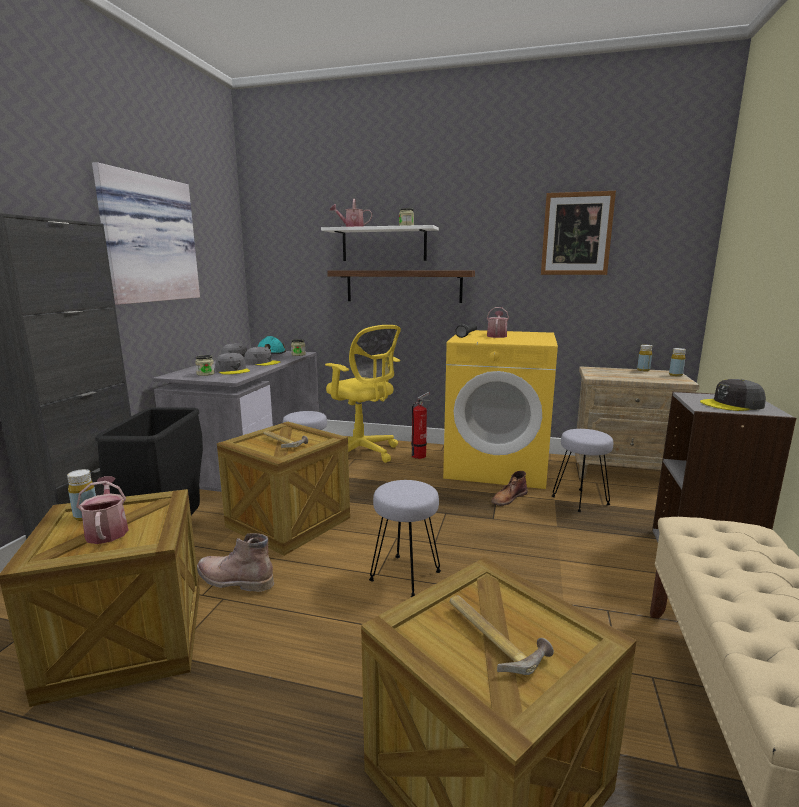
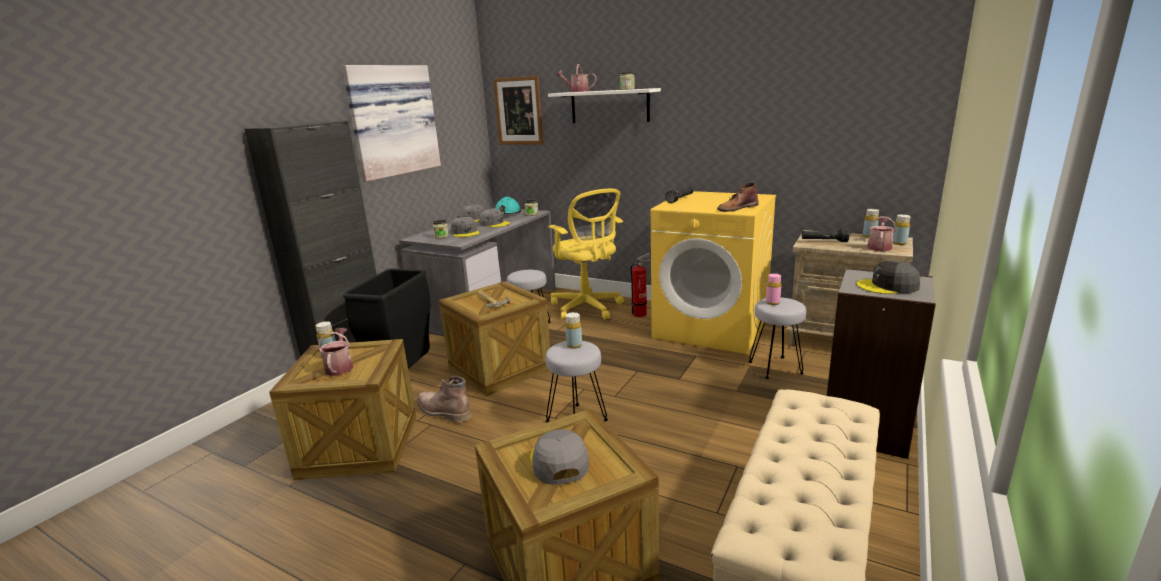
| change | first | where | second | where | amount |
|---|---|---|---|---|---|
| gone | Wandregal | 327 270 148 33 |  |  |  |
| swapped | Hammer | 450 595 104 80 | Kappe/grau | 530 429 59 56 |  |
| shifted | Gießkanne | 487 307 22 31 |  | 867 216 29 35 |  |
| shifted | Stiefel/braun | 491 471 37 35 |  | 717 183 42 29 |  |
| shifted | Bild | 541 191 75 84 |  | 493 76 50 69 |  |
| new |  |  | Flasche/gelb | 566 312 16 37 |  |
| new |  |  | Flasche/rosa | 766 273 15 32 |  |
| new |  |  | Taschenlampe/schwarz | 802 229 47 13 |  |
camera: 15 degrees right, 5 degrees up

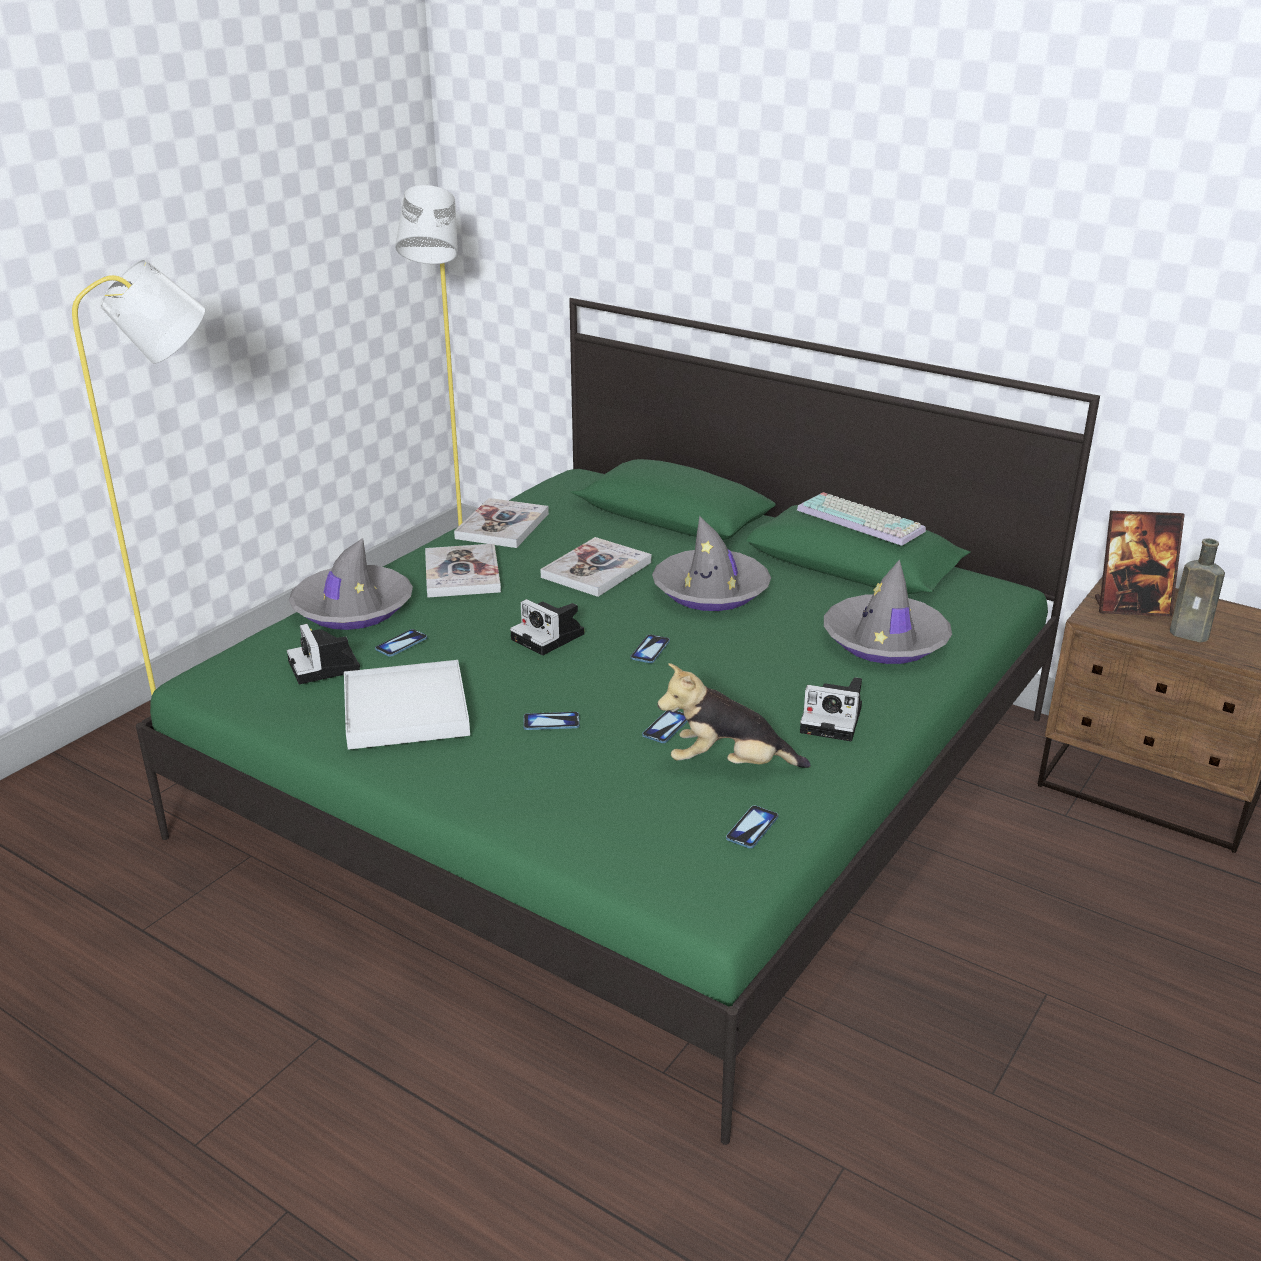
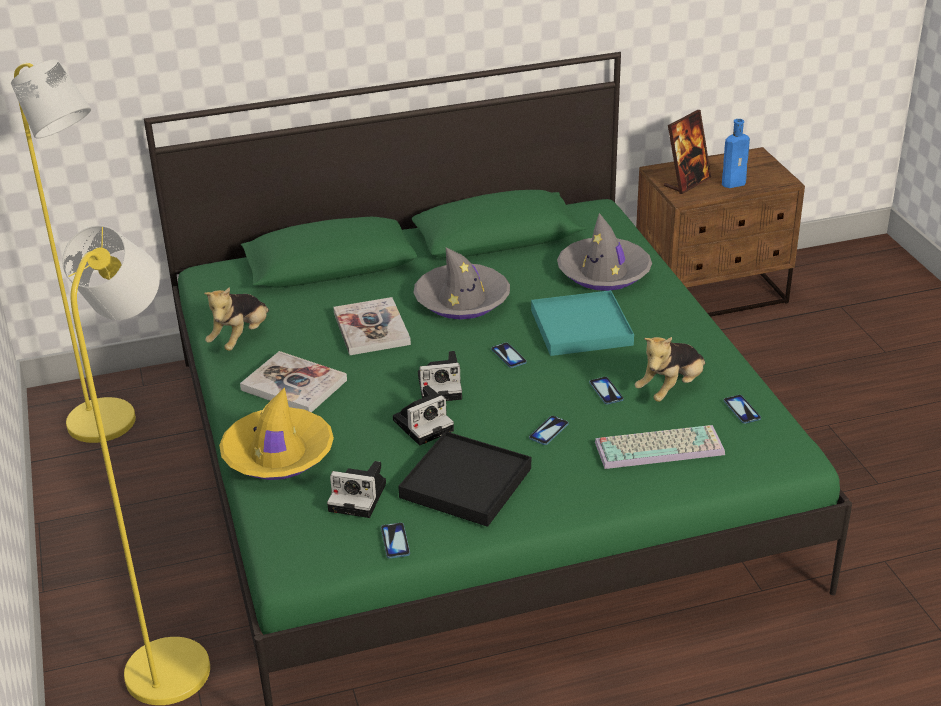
| change | first | where | second | where | amount |
|---|---|---|---|---|---|
| repainted | Hut/grau | 289 538 124 92 | Hut/gelb | 219 387 115 93 |  |
| repainted | Tablett/weiß | 344 660 126 90 | Tablett/schwarz | 398 431 133 96 |  |
| shifted | Handy | 375 629 52 28 |  | 381 522 29 37 |  |
| swapped | Buch | 454 498 95 50 | Plüschtier | 204 288 65 63 |  |
| shifted | Tastatur | 797 492 129 54 |  | 595 425 130 44 |  |
| shifted | Kamera | 800 677 62 64 |  | 393 385 61 60 |  |
| repainted | Flasche/braun | 1170 538 55 104 | Flasche/blau | 722 119 28 69 |  |
| new |  |  | Tablett/türkis | 531 290 103 66 |  |
camera: 50 degrees left, 5 degrees up

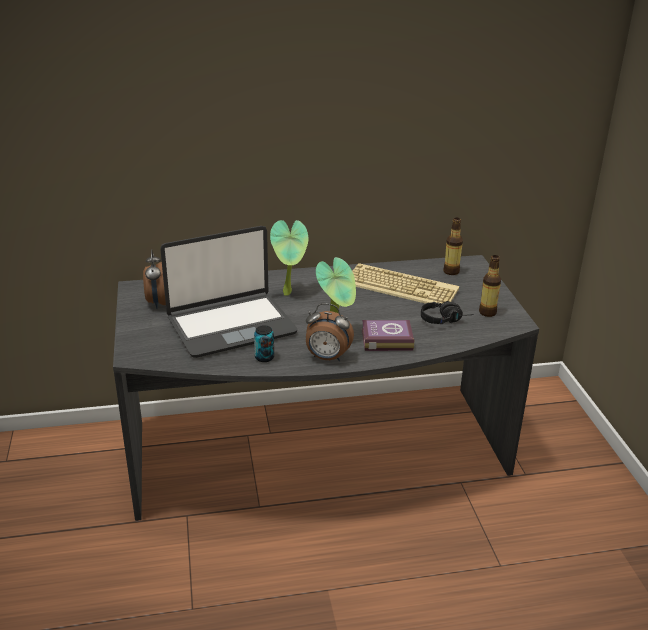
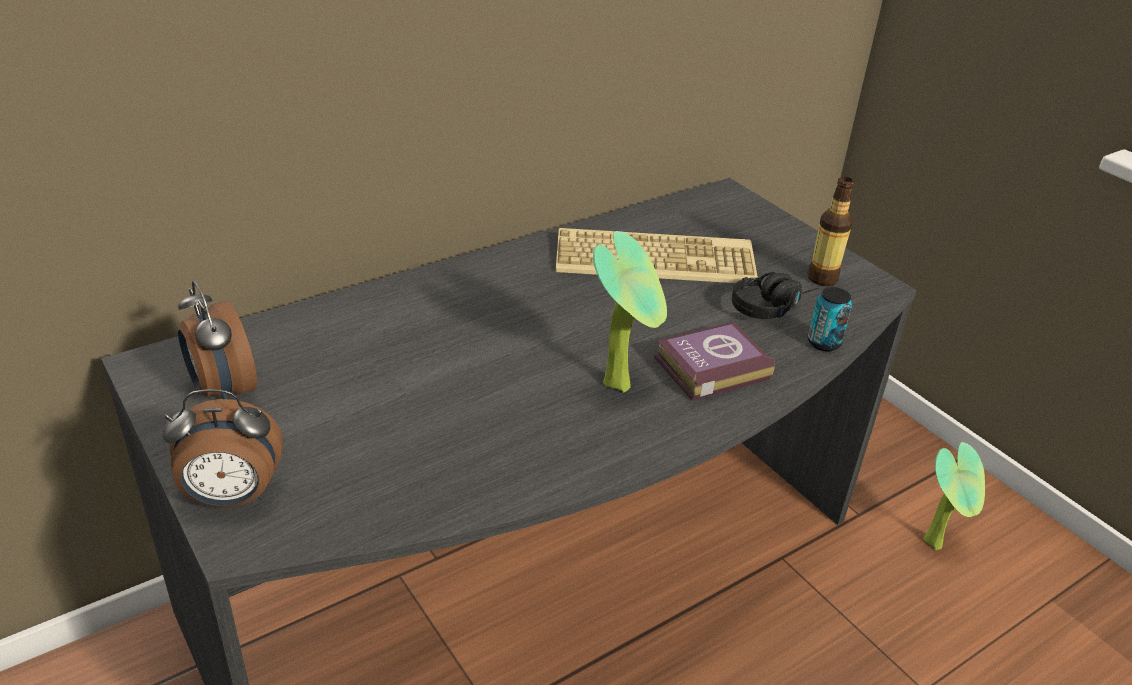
| change | first | where | second | where | amount |
|---|---|---|---|---|---|
| gone | Laptop | 160 226 137 132 |  |  |  |
| shifted | Dose | 254 325 20 37 |  | 808 287 44 64 |  |
| shifted | Topfpflanze | 270 220 38 76 |  | 923 442 62 108 |  |
| shifted | Wecker | 306 303 48 58 |  | 162 389 121 119 |  |
| gone | Flasche | 443 218 20 57 |  |  |  |
camera: 25 degrees left, 5 degrees up

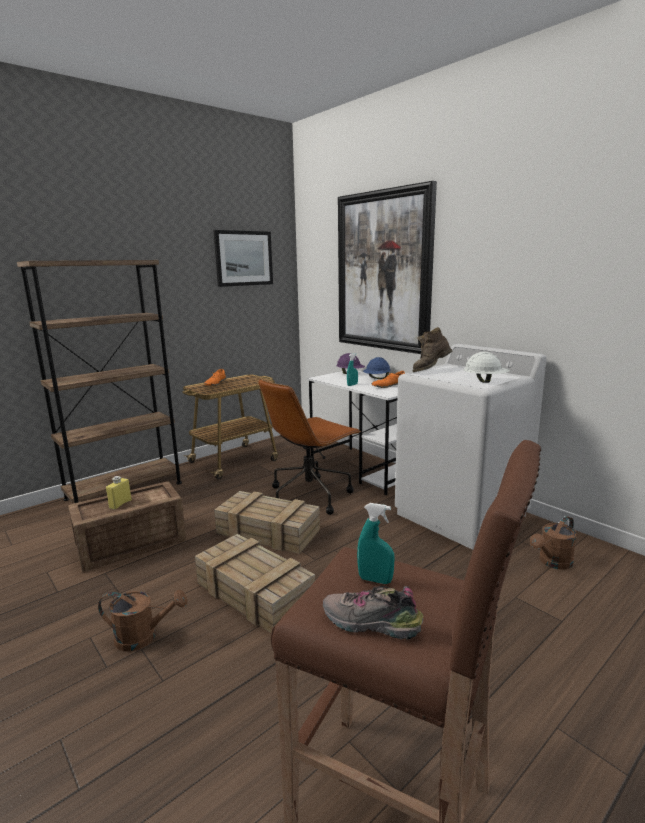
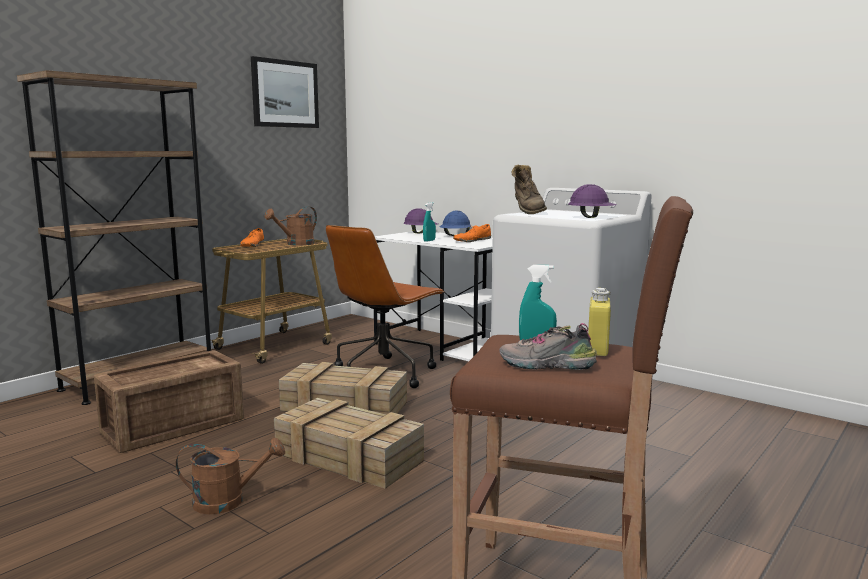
| change | first | where | second | where | amount |
|---|---|---|---|---|---|
| shifted | Flasche/gelb | 106 476 26 34 |  | 588 288 23 68 |  |
| gone | Bild | 338 181 99 173 |  |  |  |
| rotated | Stiefel/braun | 412 327 40 45 |  | 512 164 35 50 | 60 degrees counterclockwise |
| repainted | Schutzhelm/weiß | 463 352 47 31 | Schutzhelm/lila | 568 184 49 34 |  |
| shifted | Gießkanne/braun | 530 516 47 54 |  | 264 206 53 39 |  |
camera: 10 degrees left, 5 degrees down

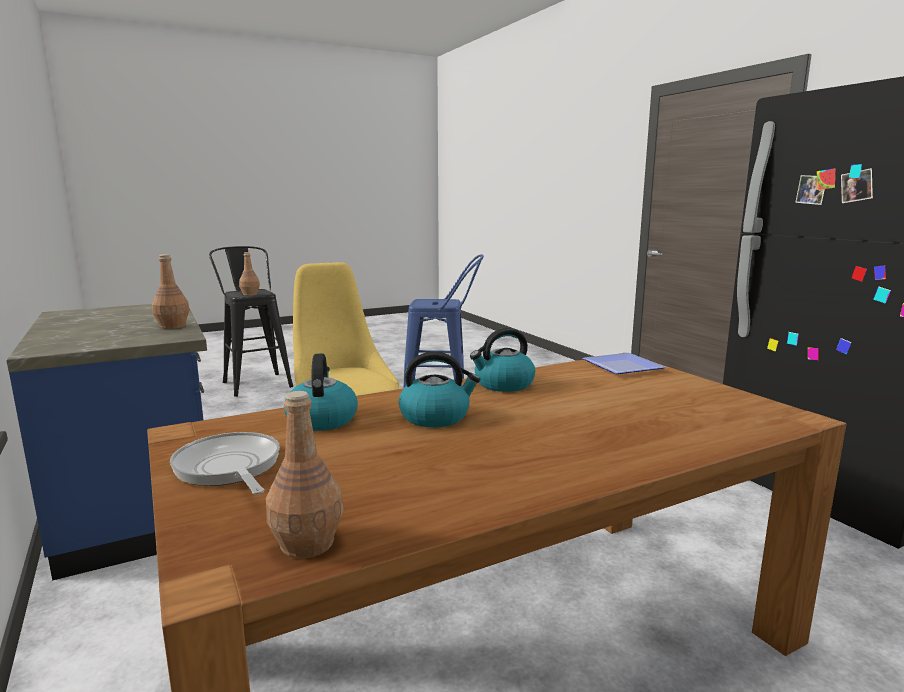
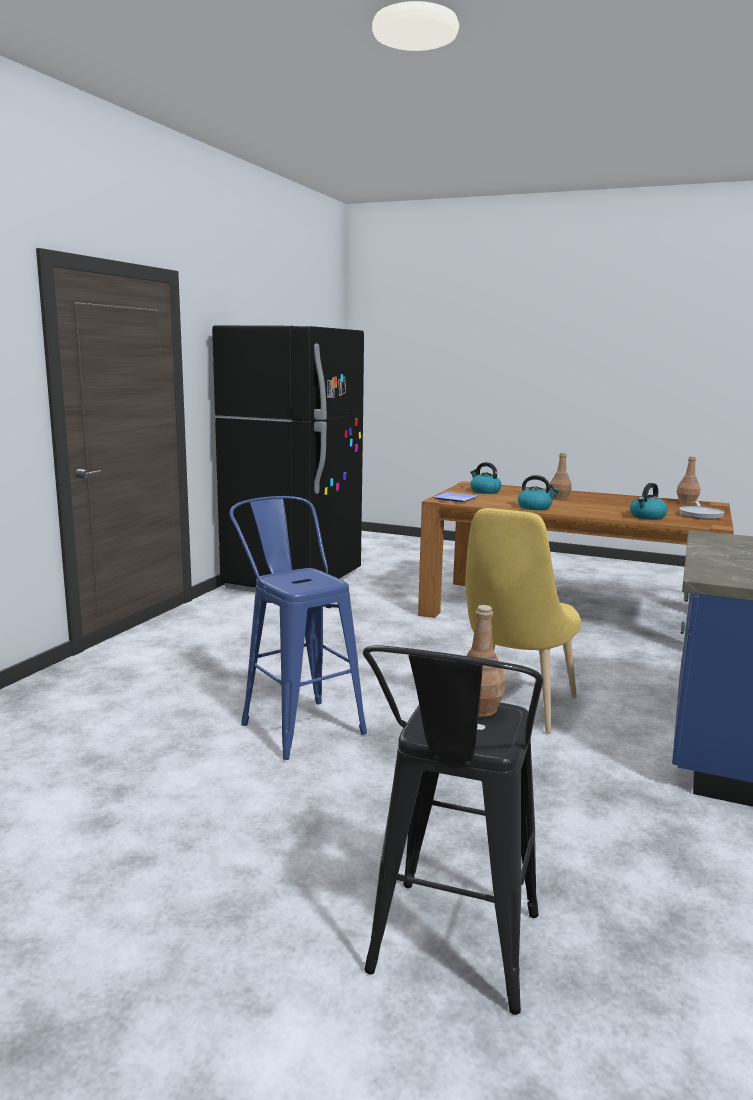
| change | first | where | second | where | amount |
|---|---|---|---|---|---|
| shifted | Flasche/braun | 152 254 37 75 |  | 550 452 22 48 |  |
| shifted | Wasserkessel | 399 352 81 75 |  | 470 462 31 32 |  |
camera: 130 degrees left, 0 degrees up

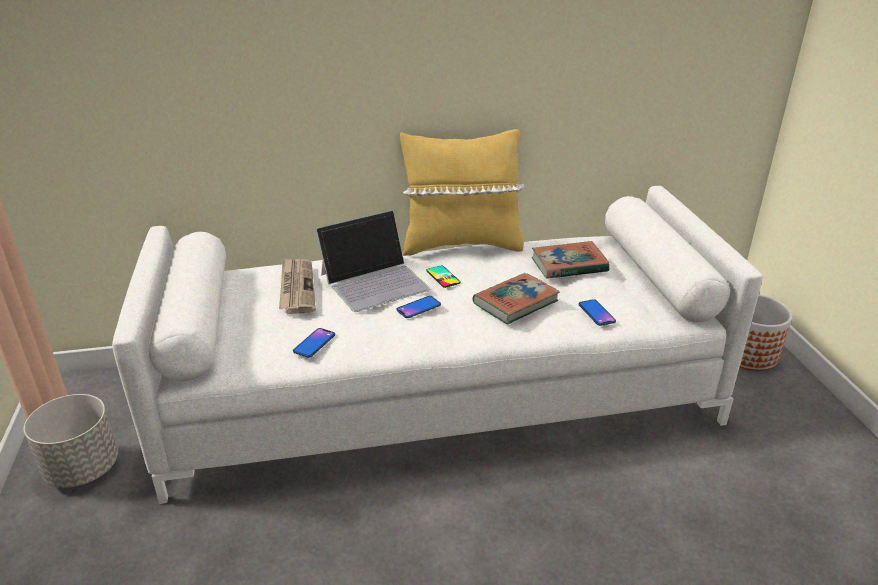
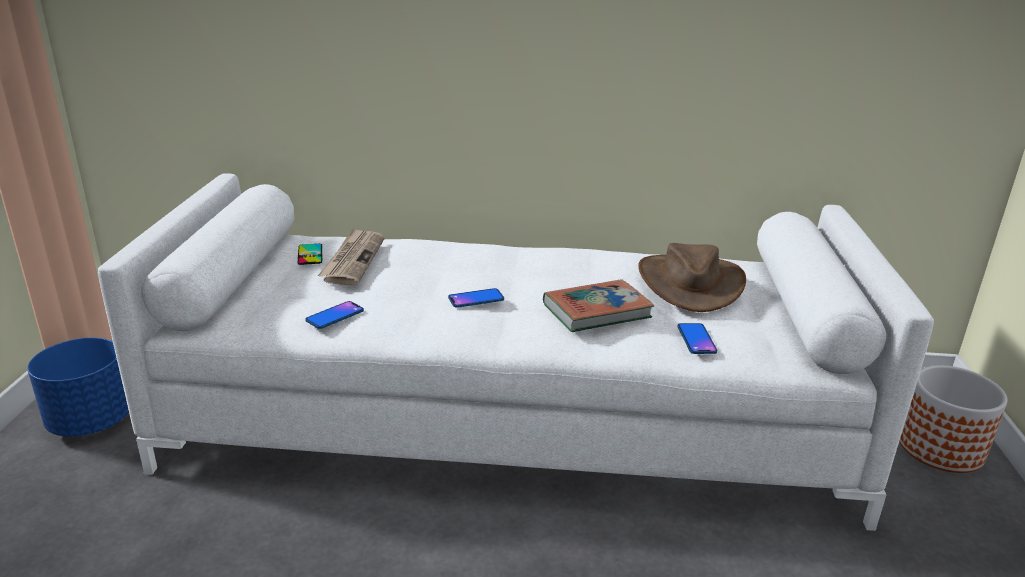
| change | first | where | second | where | amount |
|---|---|---|---|---|---|
| repainted | Pflanzkübel/grau | 24 394 94 94 | Pflanzkübel/blau | 27 338 102 99 |  |
| gone | Laptop | 315 210 115 102 |  |  |  |
| gone | Kissen/gelb | 400 129 124 127 |  |  |  |
| shifted | Handy | 426 265 35 23 |  | 298 244 25 21 |  |
| swapped | Buch | 532 241 78 38 | Hut/braun | 638 243 108 69 |  |
camera: 15 degrees right, 5 degrees down

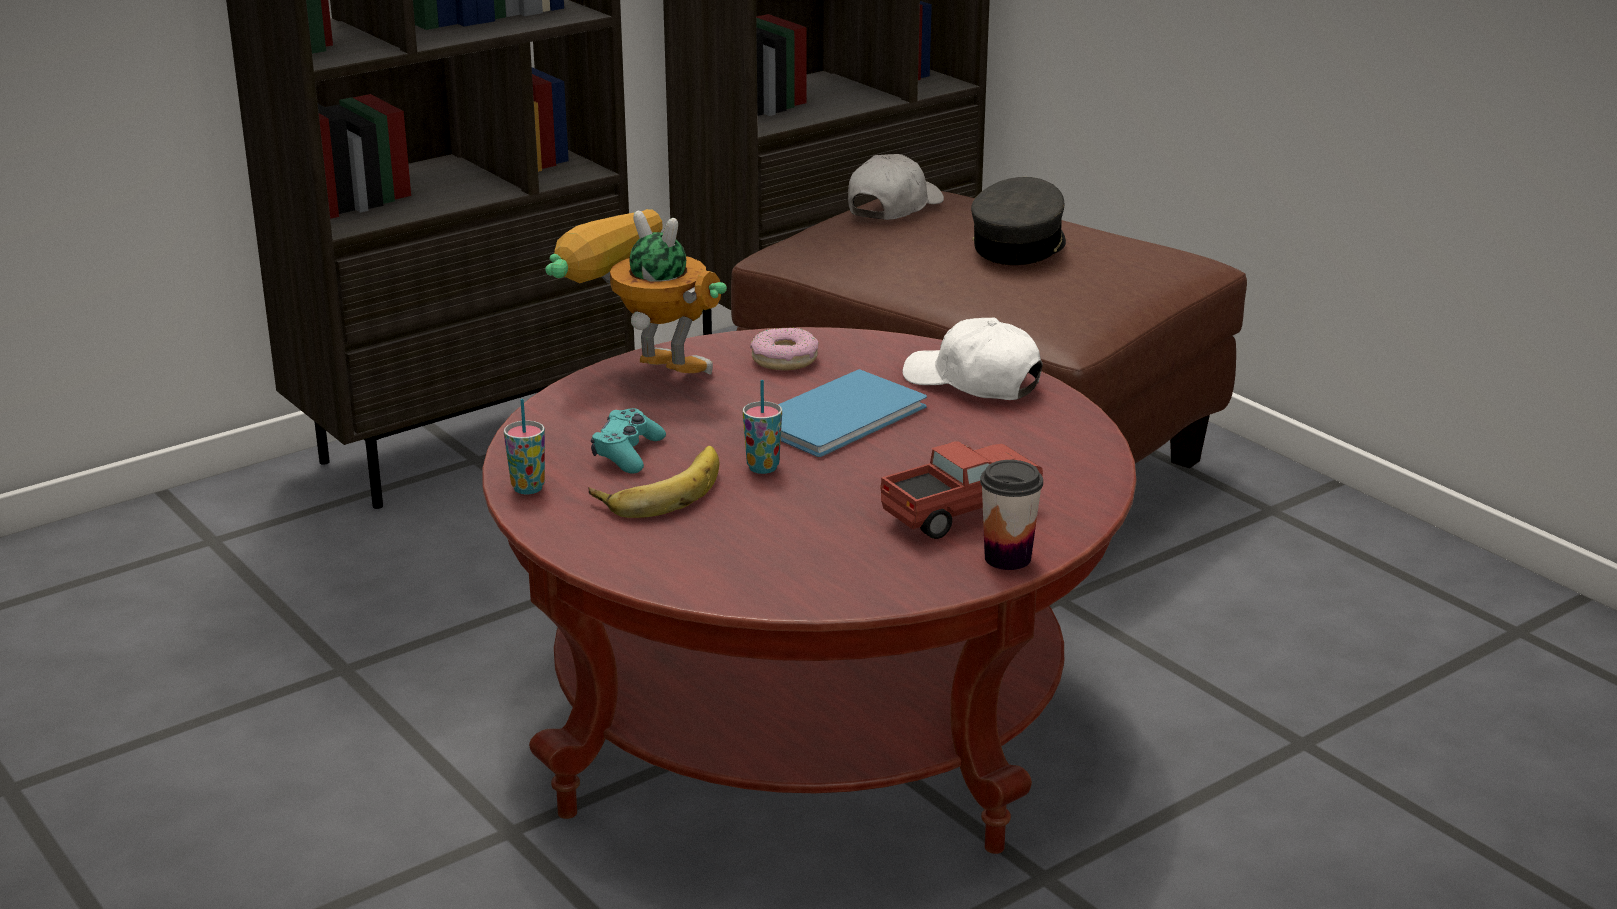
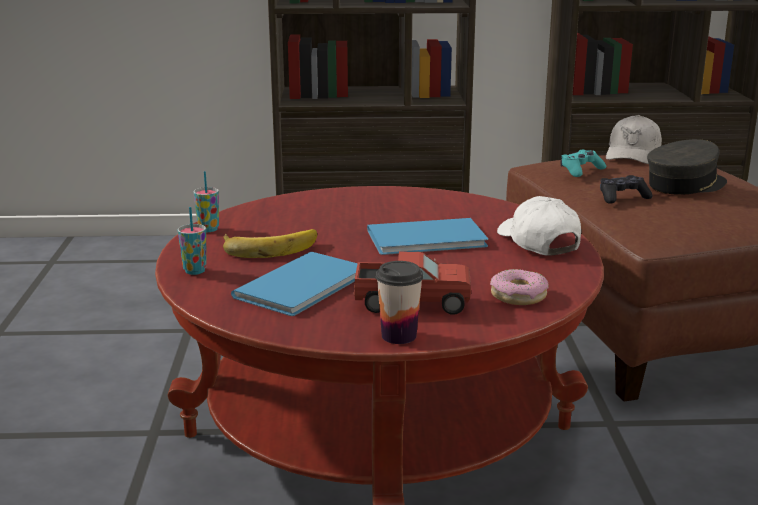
| change | first | where | second | where | amount |
|---|---|---|---|---|---|
| gone | Spielzeugroboter | 545 209 182 166 |  |  |  |
| shifted | Gamepad/türkis | 591 408 75 66 |  | 560 150 46 27 |  |
| shifted | Tasse | 743 380 39 94 |  | 178 207 28 68 |  |
| shifted | Donut | 750 327 69 44 |  | 490 269 59 36 |  |
| rotated | Kappe/weiß | 848 154 96 66 |  | 606 115 56 49 | 135 degrees clockwise |
| new |  |  | Buch/blau | 231 252 127 64 |  |
| new |  |  | Gamepad/schwarz | 600 175 53 29 |  |
camera: 35 degrees right, 5 degrees down

